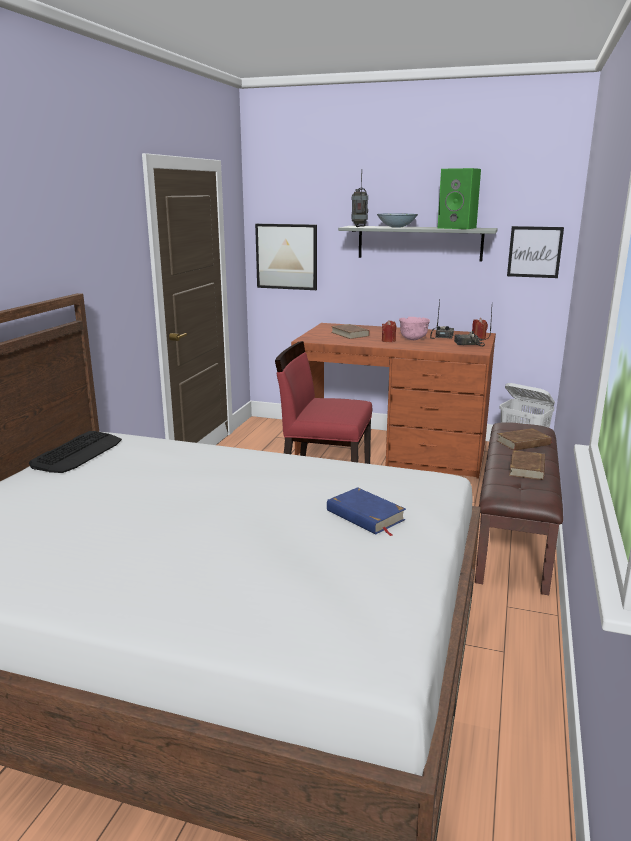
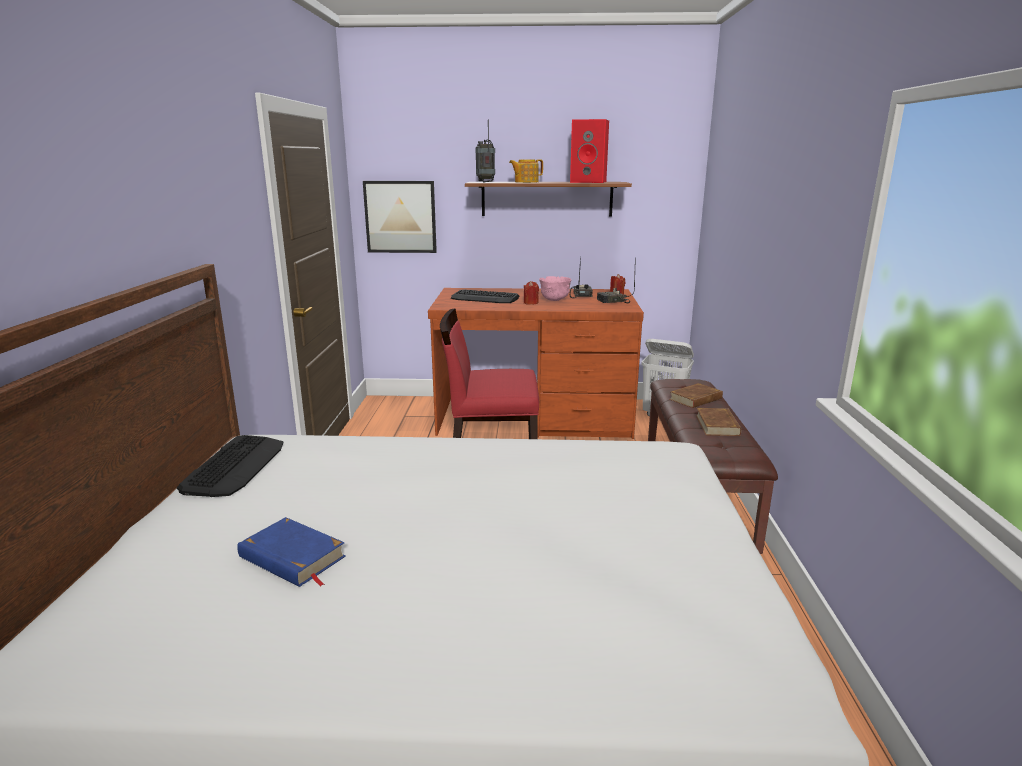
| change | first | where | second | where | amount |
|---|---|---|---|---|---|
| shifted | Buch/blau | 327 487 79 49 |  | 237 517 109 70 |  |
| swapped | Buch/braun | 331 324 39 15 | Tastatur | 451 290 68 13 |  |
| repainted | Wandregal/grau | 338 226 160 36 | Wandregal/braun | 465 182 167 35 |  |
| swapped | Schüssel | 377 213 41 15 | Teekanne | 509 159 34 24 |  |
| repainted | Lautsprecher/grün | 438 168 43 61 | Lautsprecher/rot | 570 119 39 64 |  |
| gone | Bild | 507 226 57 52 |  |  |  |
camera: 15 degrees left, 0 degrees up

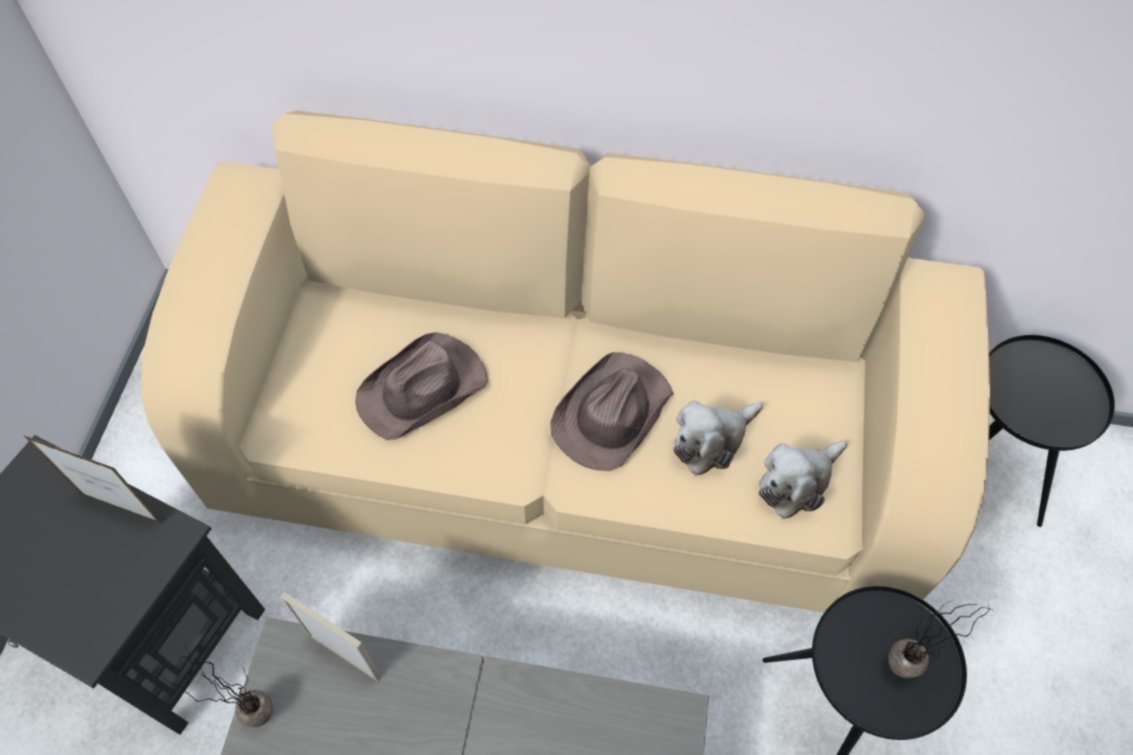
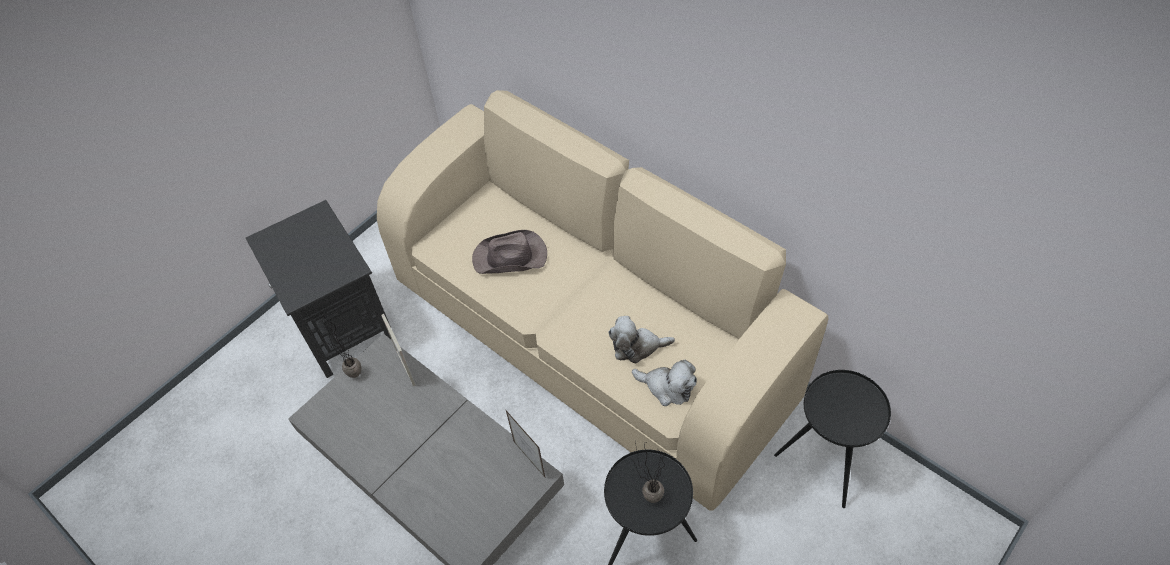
| change | first | where | second | where | amount |
|---|---|---|---|---|---|
| shifted | Bilderrahmen | 23 435 140 89 |  | 505 409 40 68 |  |
| gone | Hut/braun | 550 352 124 119 |  |  |  |
| rotated | Plüschtier | 759 441 88 78 |  | 632 359 65 47 | 150 degrees counterclockwise |
camera: 35 degrees right, 5 degrees down

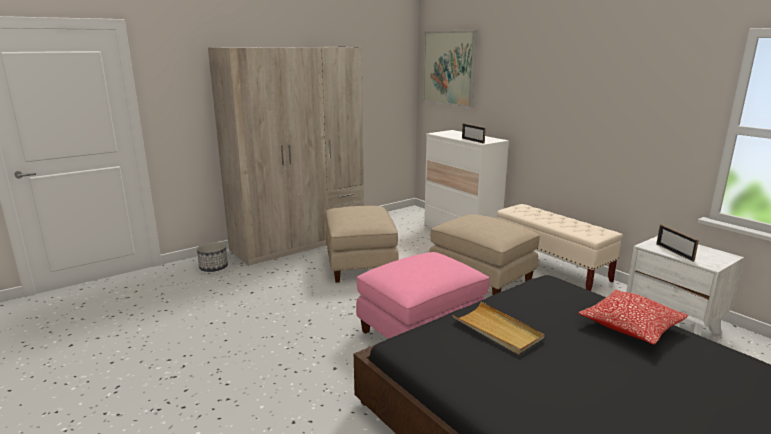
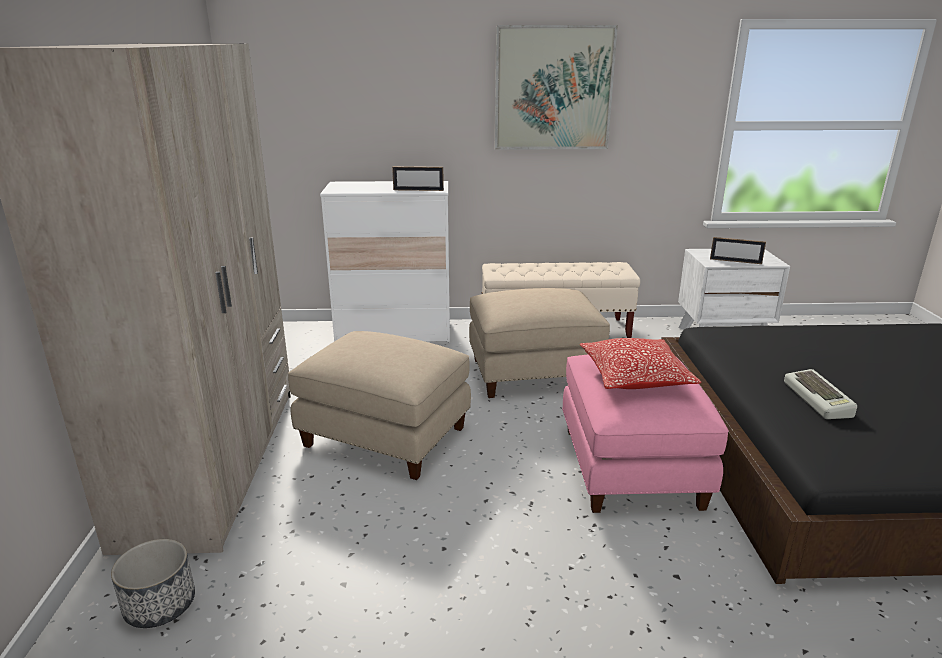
| change | first | where | second | where | amount |
|---|---|---|---|---|---|
| shifted | Bild | 423 31 54 77 |  | 495 25 123 125 |  |
| swapped | Tablett/beige | 452 302 93 52 | Tastatur | 784 369 73 50 |  |
| shifted | Kissen | 578 290 110 54 |  | 580 338 121 51 |  |
camera: 55 degrees left, 5 degrees up

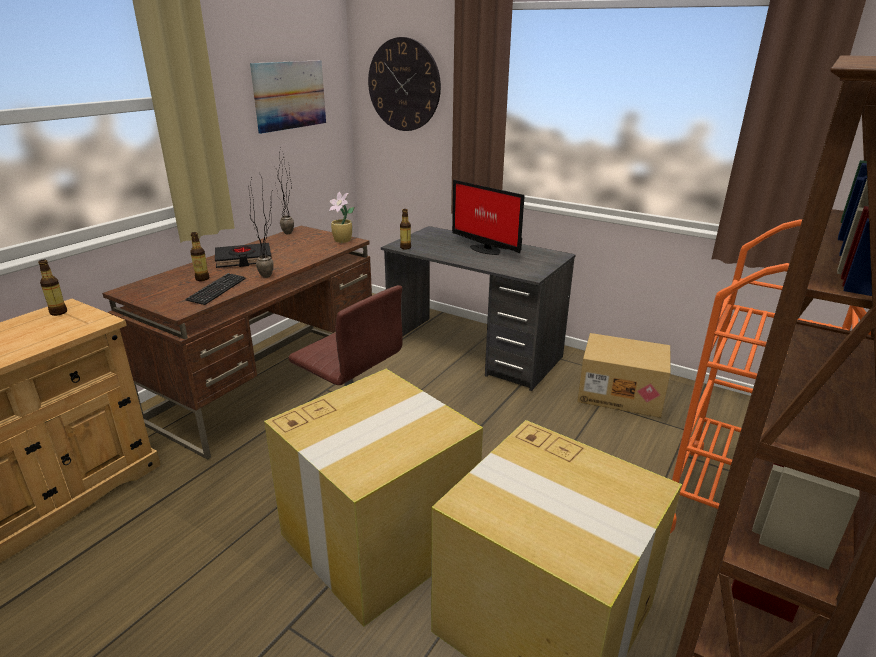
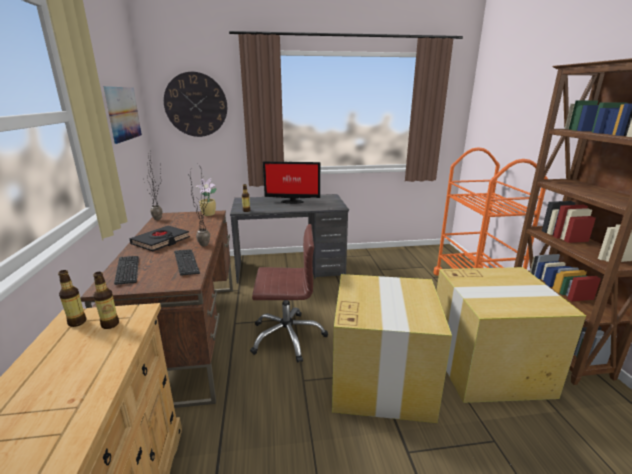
| change | first | where | second | where | amount |
|---|---|---|---|---|---|
| shifted | Flasche | 190 232 19 49 |  | 93 272 26 57 |  |
| gone | Karton | 577 333 93 85 |  |  |  |
| new |  |  | Tastatur | 114 256 25 29 |  |
camera: 40 degrees left, 5 degrees down

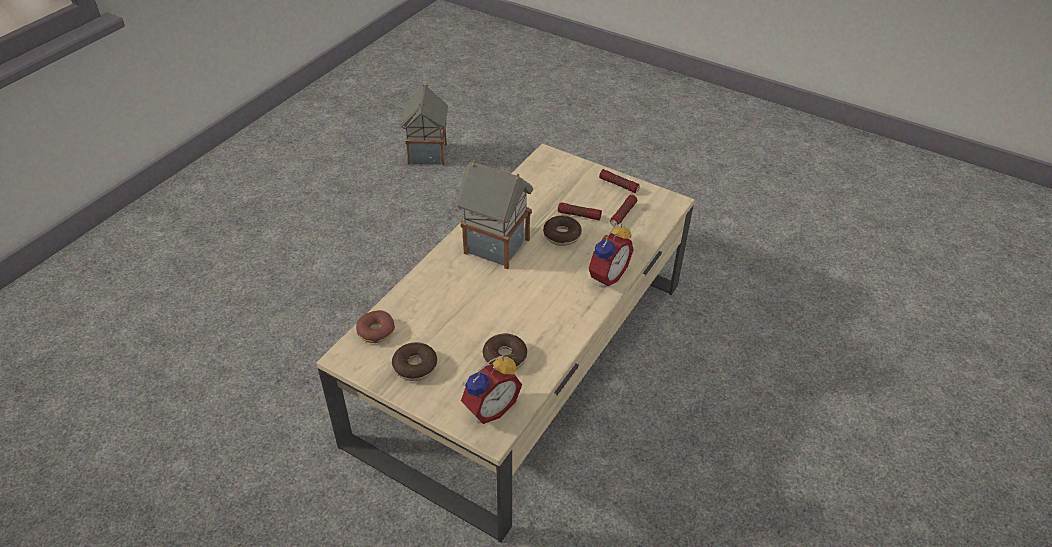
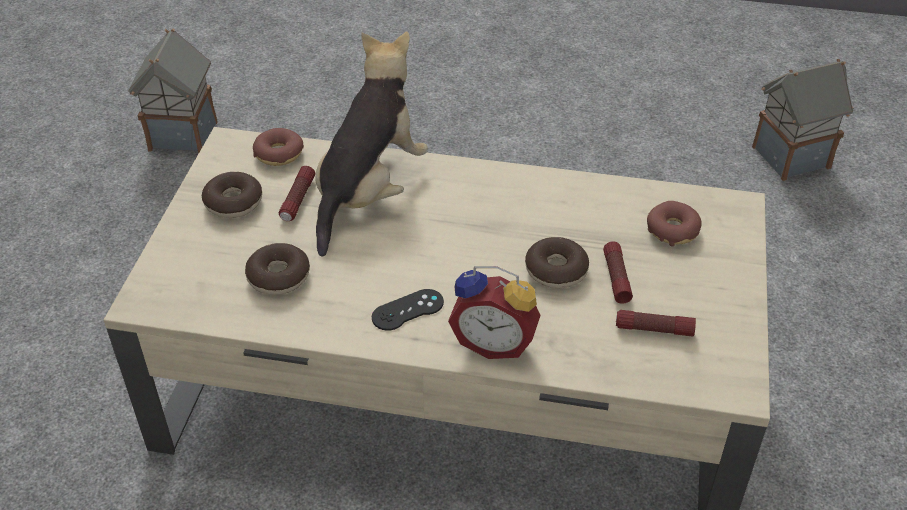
| change | first | where | second | where | amount |
|---|---|---|---|---|---|
| shifted | Spielzeughaus | 457 160 76 109 |  | 129 28 89 126 |  |
| gone | Wecker | 461 355 61 69 |  |  |  |
| shifted | Taschenlampe | 599 169 41 24 |  | 279 166 36 55 |  |
| new |  |  | Plüschtier | 315 31 113 225 |  |
| new |  |  | Gamepad/schwarz | 372 289 72 42 |  |
| new |  |  | Donut | 647 201 55 46 |  |
camera: 70 degrees right, 0 degrees up

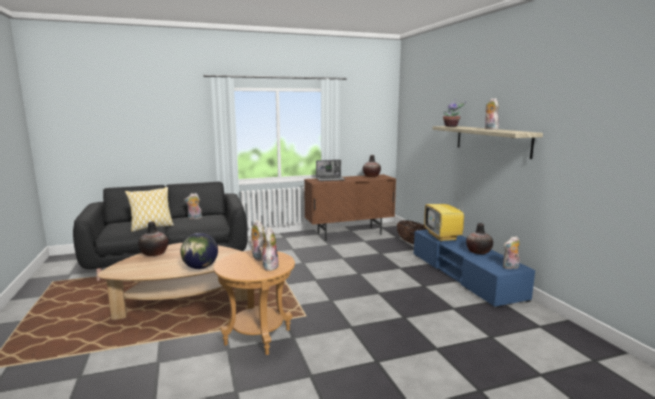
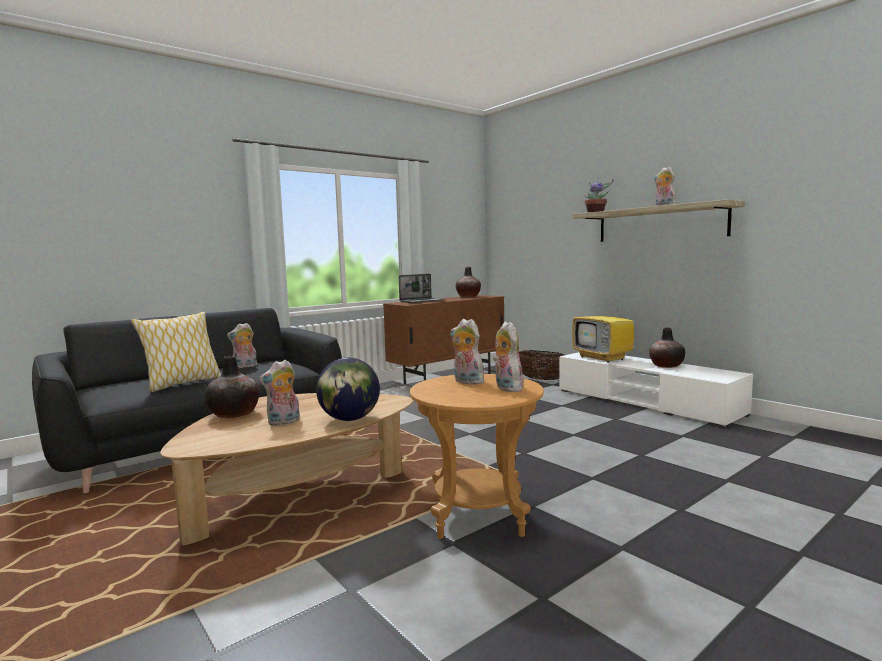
| change | first | where | second | where | amount |
|---|---|---|---|---|---|
| repainted | Fernsehschrank/blau | 414 229 121 79 | Fernsehschrank/weiß | 559 352 194 76 |  |
| shifted | Plüschtier | 503 236 17 33 |  | 259 360 41 66 |  |
camera: 20 degrees left, 5 degrees down

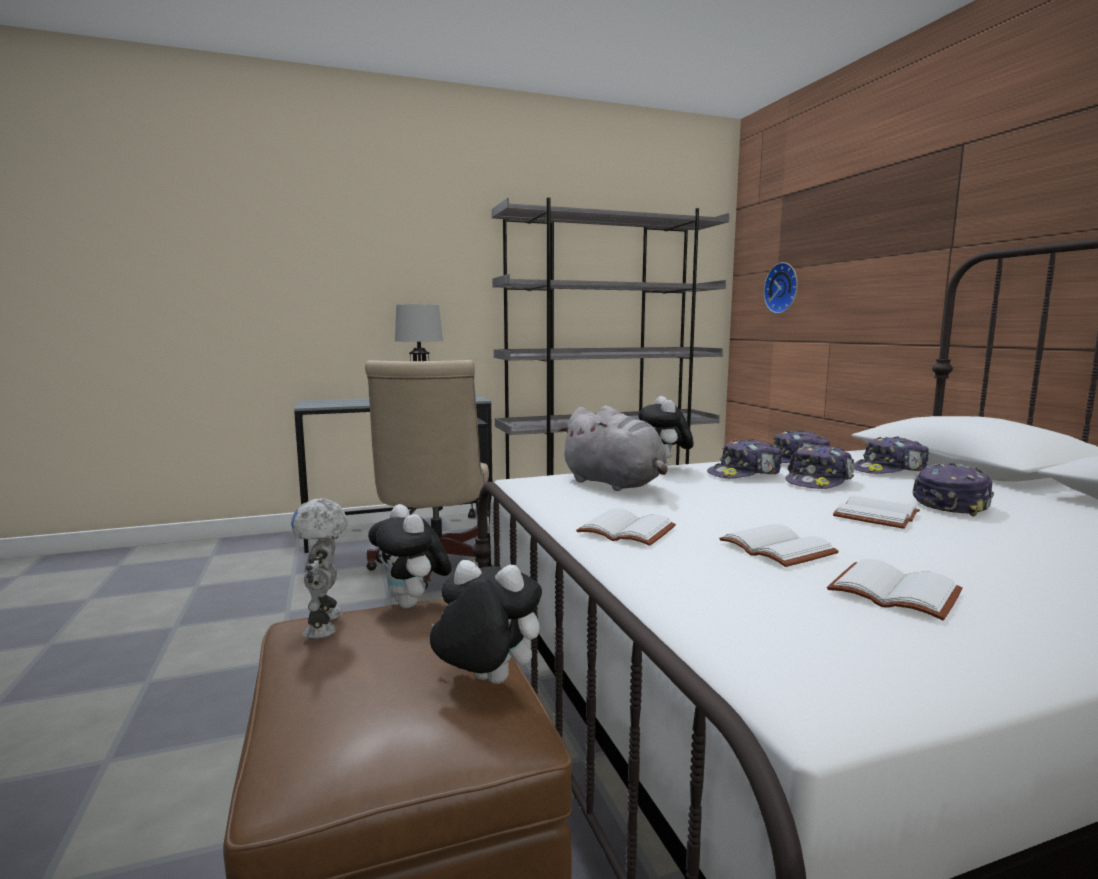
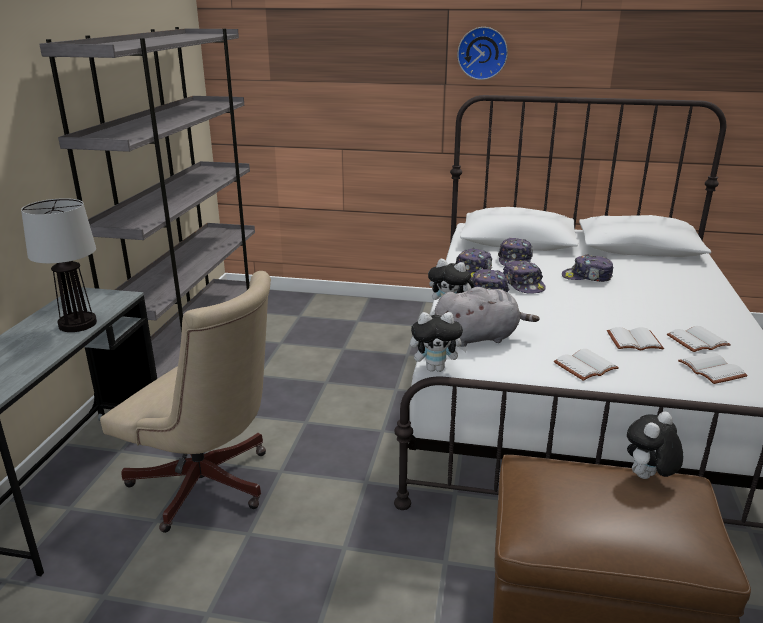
| change | first | where | second | where | amount |
|---|---|---|---|---|---|
| gone | Spielzeugroboter | 291 498 57 141 |  |  |  |
| shifted | Plüschtier | 368 504 84 104 |  | 410 312 58 60 |  |
| shifted | Wanduhr | 763 262 35 52 |  | 457 27 51 53 |  |
| shifted | Buch/weiß | 833 496 87 33 |  | 678 352 70 32 |  |
| rotated | Kappe | 912 463 82 54 |  | 562 254 51 28 | 60 degrees counterclockwise |
camera: 60 degrees left, 15 degrees up

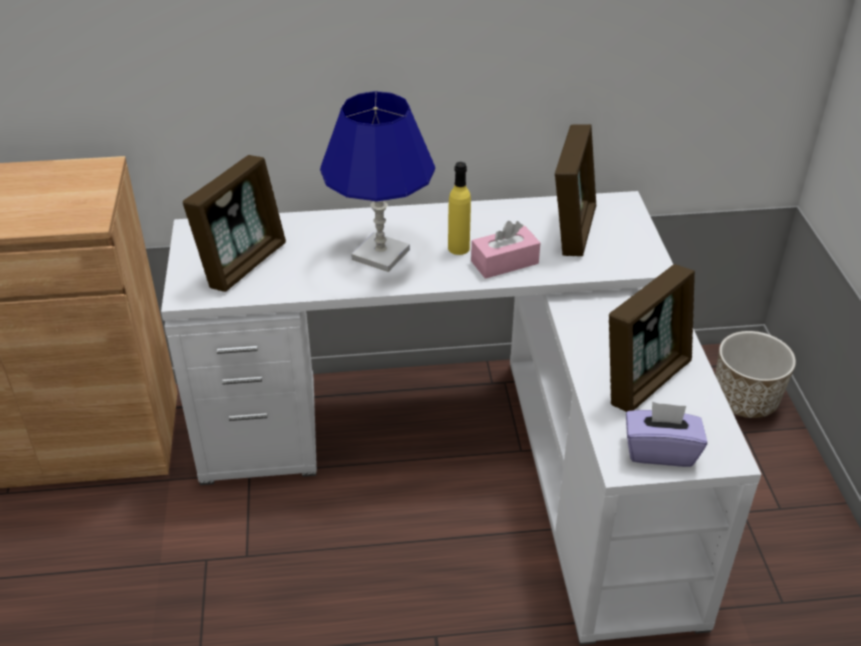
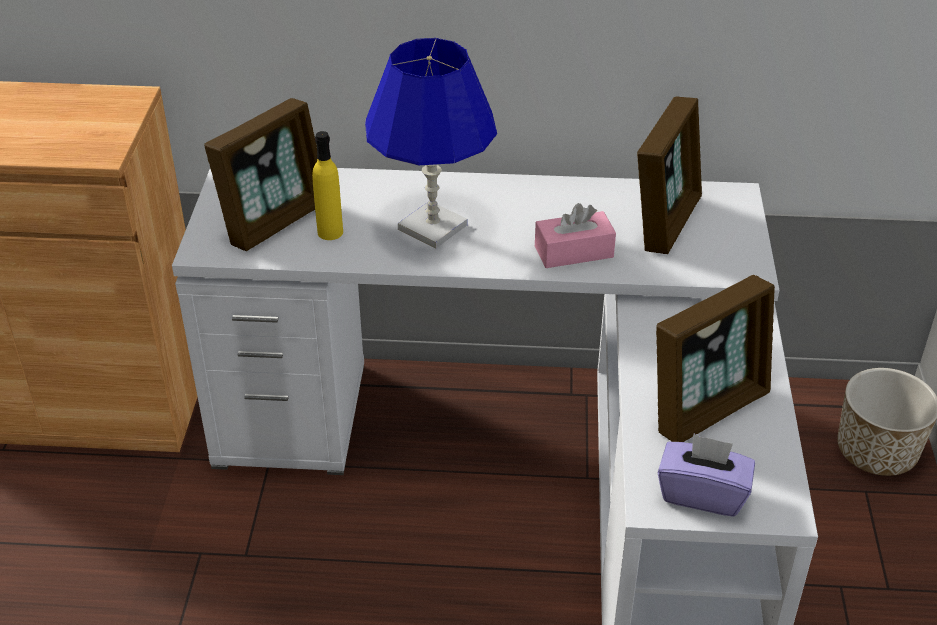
| change | first | where | second | where | amount |
|---|---|---|---|---|---|
| shifted | Flasche/gelb | 448 162 23 93 |  | 312 131 31 109 |  |
camera: 10 degrees right, 0 degrees up

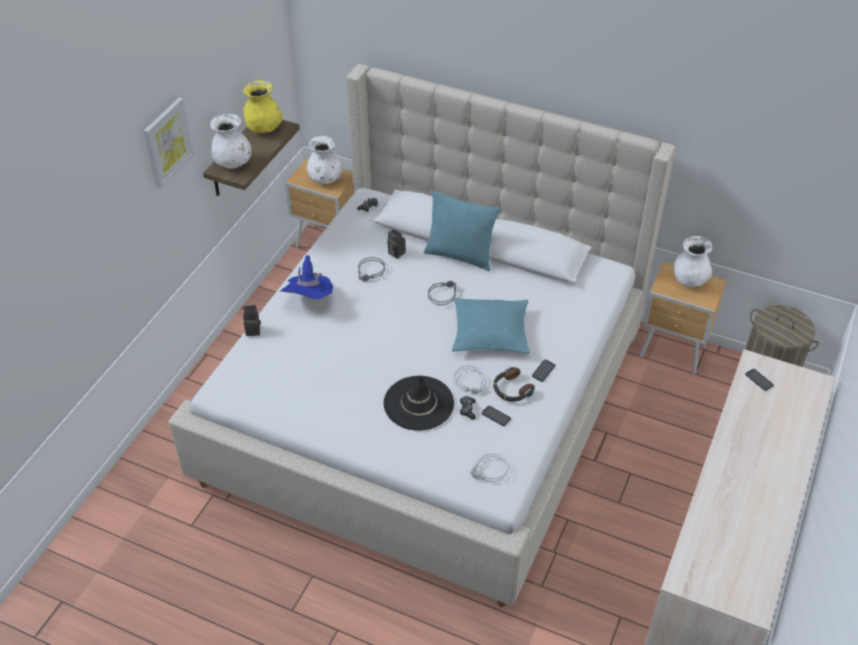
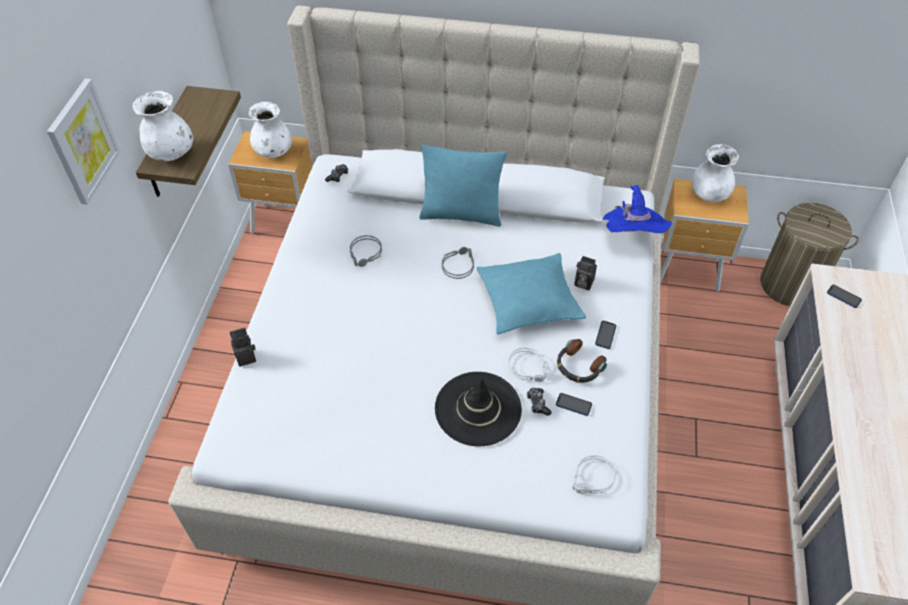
| change | first | where | second | where | amount |
|---|---|---|---|---|---|
| gone | Vase/gelb | 243 80 40 53 |  |  |  |
| shifted | Hut/blau | 281 255 52 44 |  | 603 185 69 48 |  |
| shifted | Kamera | 387 229 19 30 |  | 574 256 23 34 |  |
camera: 15 degrees left, 5 degrees up

